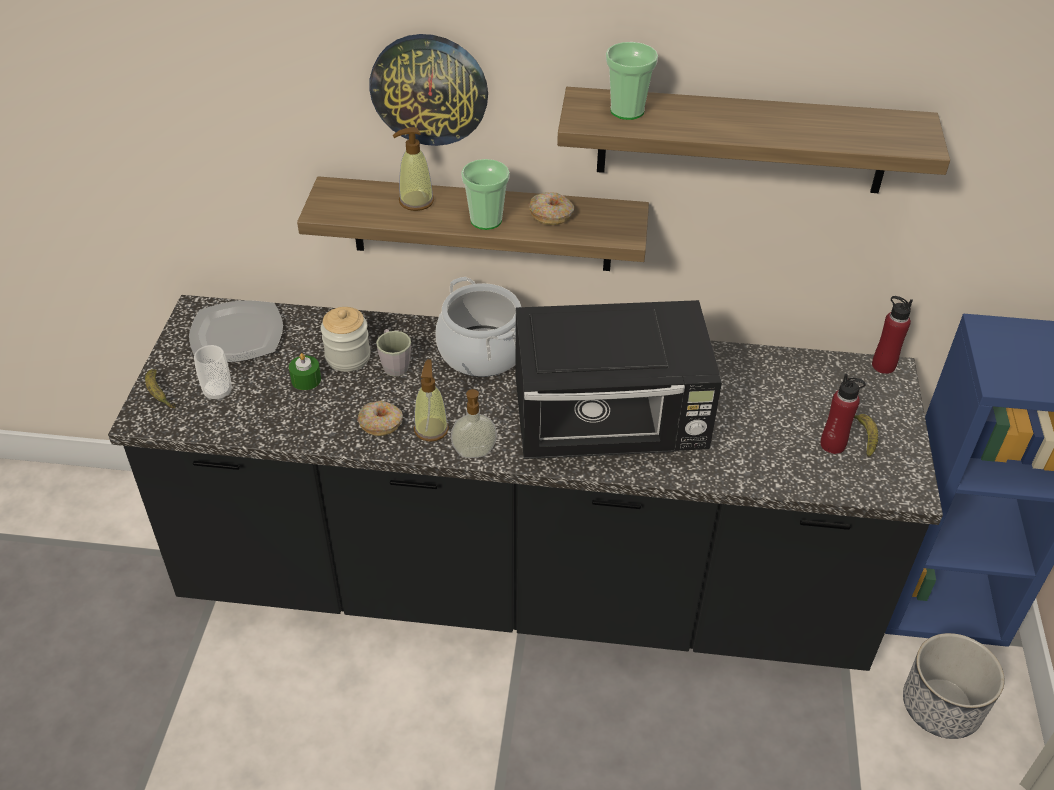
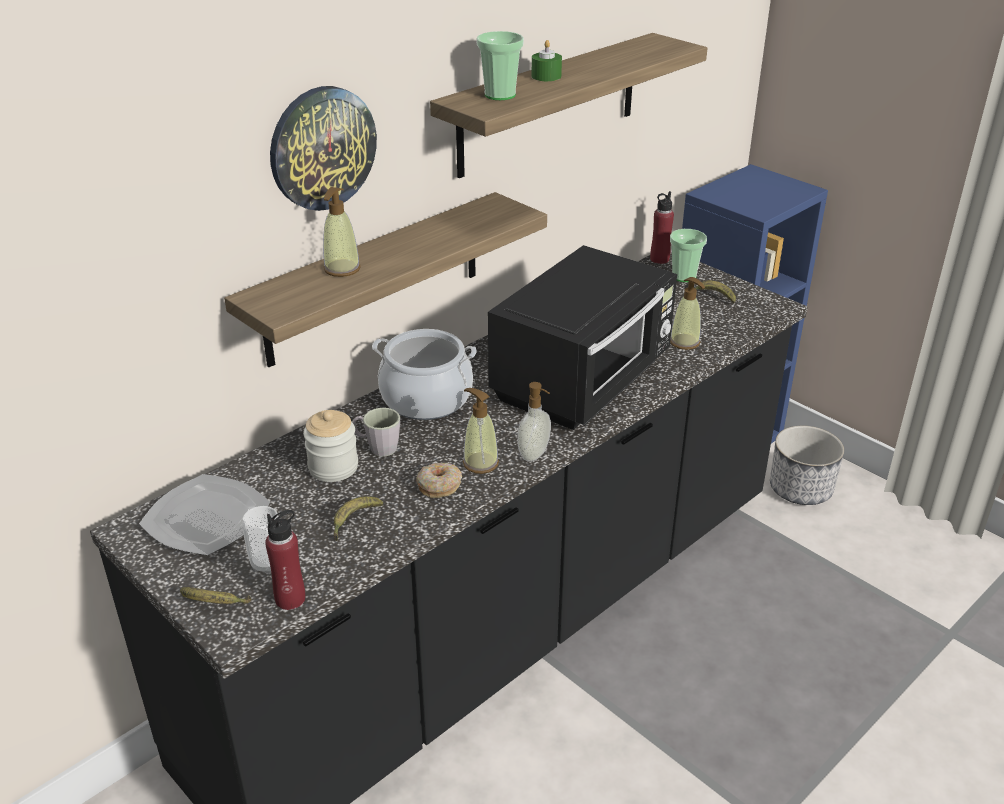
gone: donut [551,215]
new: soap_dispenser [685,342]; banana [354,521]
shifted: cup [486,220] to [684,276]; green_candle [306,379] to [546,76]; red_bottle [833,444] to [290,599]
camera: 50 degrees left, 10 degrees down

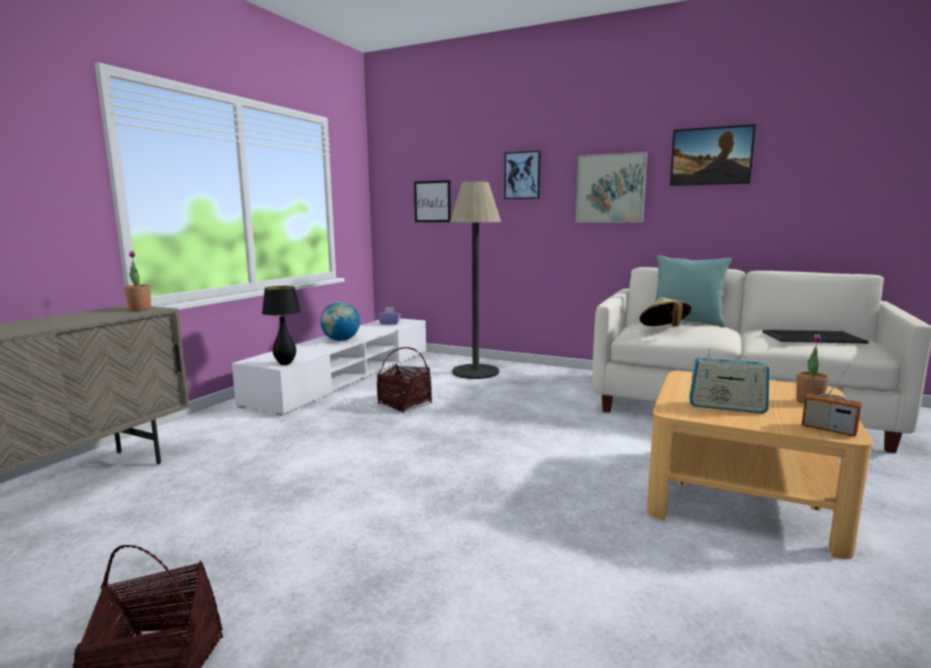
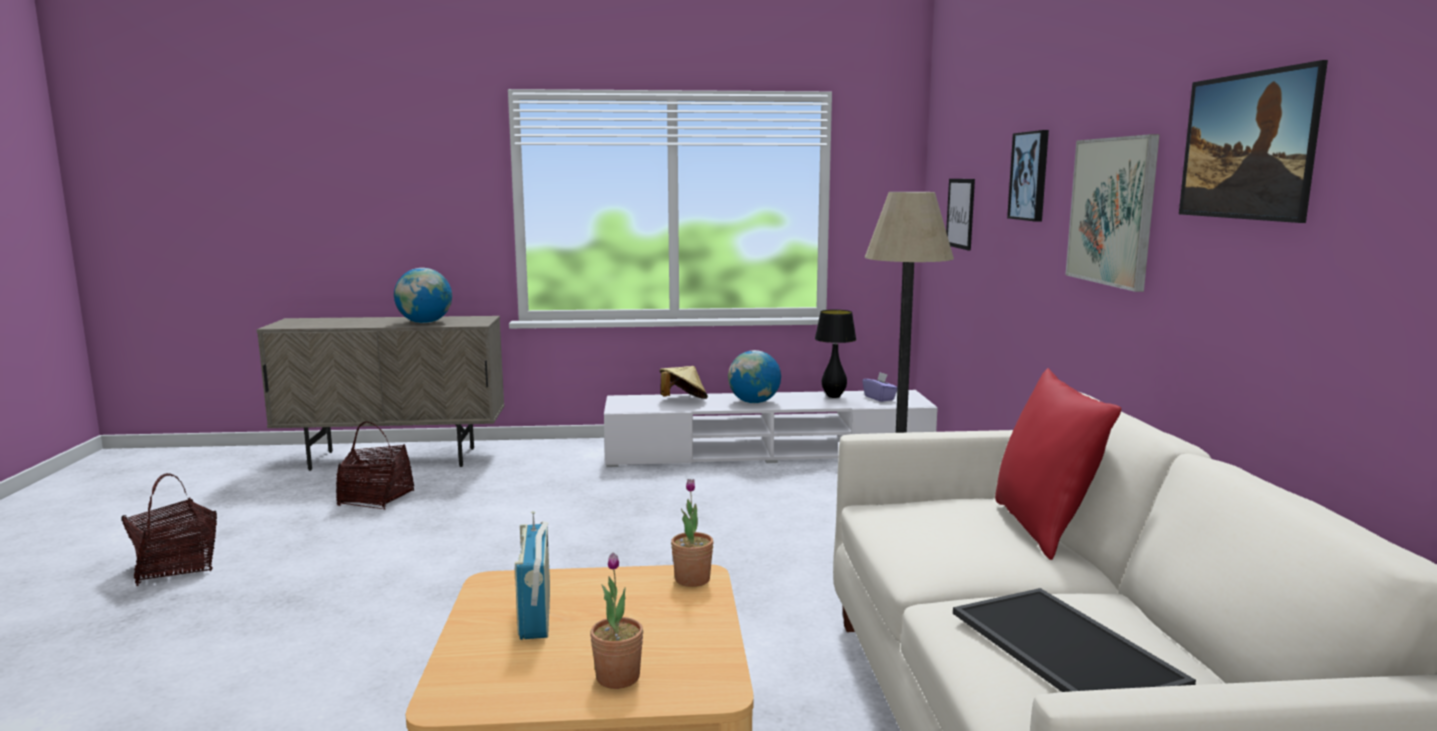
gone: radio [828,430]
new: globe [425,323]
shifted: potted_plant [140,309] to [692,579]; black_table_lamp [285,363] to [833,396]; beige_hat [664,329] to [683,401]; basket [404,404] to [376,498]
repainted: turquoise_pillow [687,322] to red_pillow [1043,528]
camera: 60 degrees right, 0 degrees up

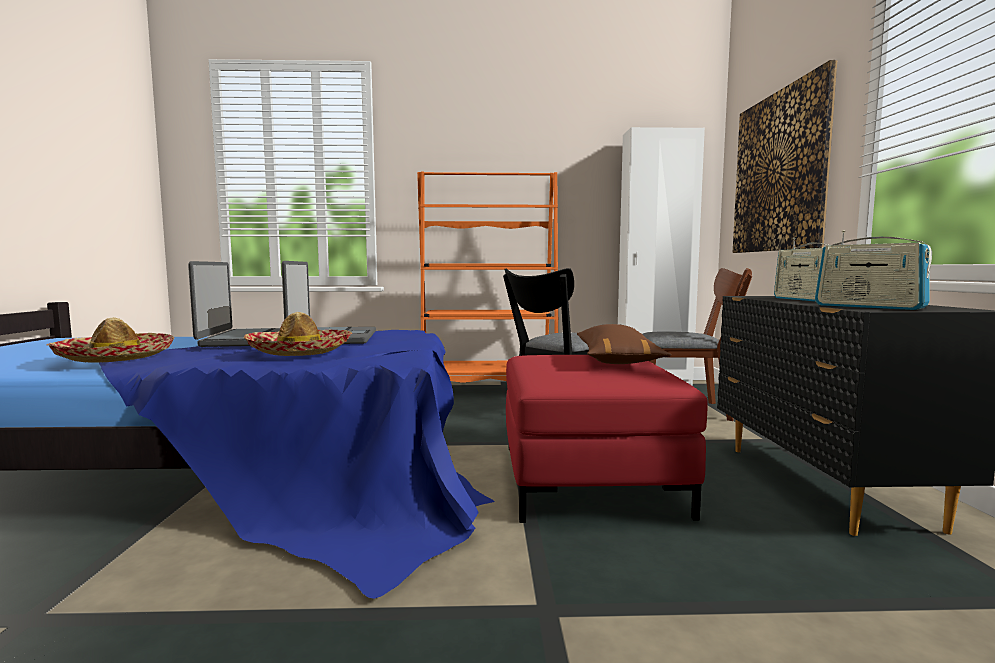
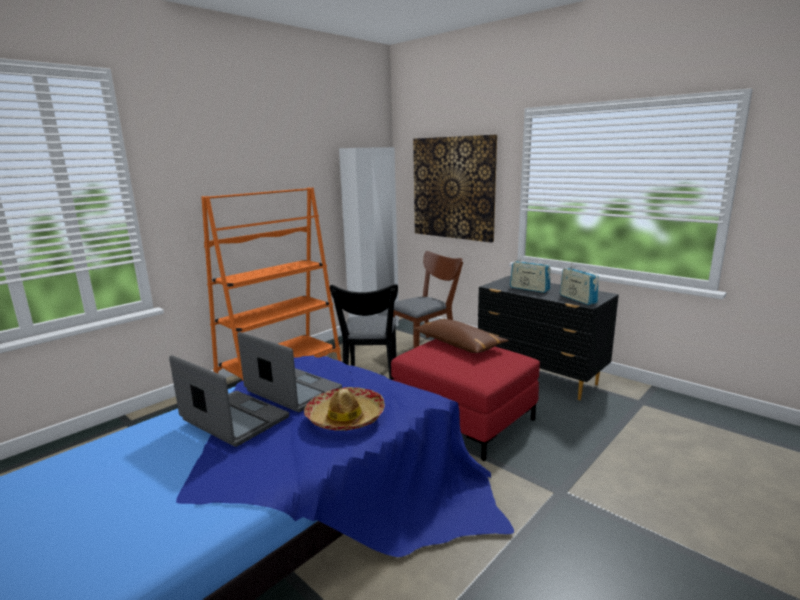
gone: hat [115,358]
rotated: radio [868,307] = [577,299] 60 degrees clockwise
camera: 45 degrees left, 10 degrees up

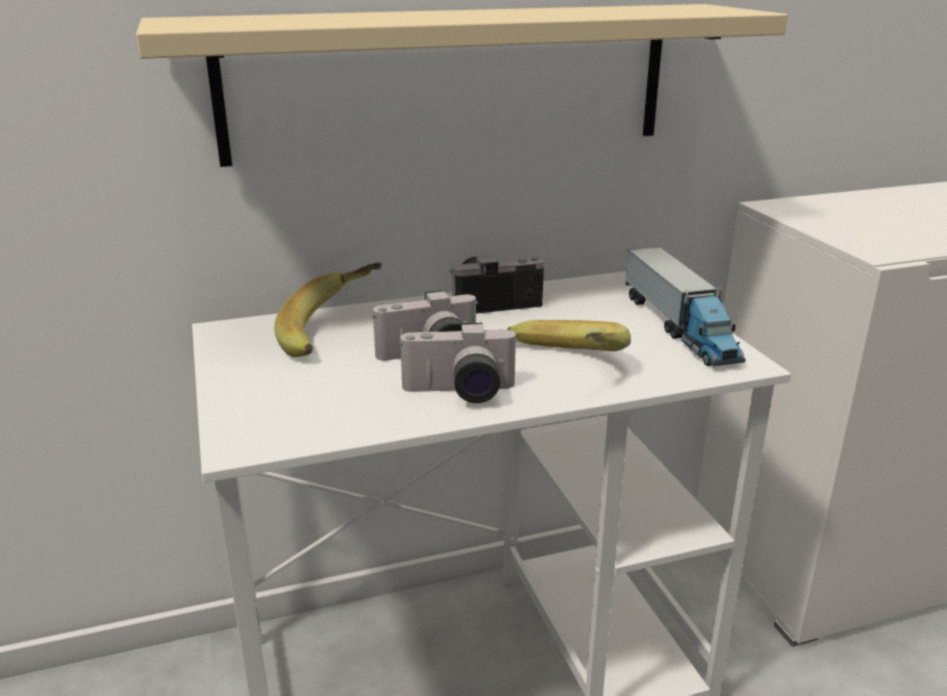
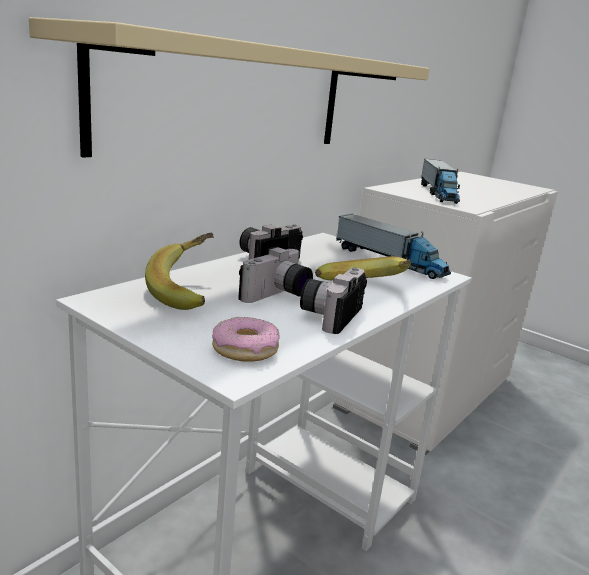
new: toy_truck [438,193]; donut [245,349]
rotated: photo_camera [459,393] = [329,314] 150 degrees clockwise
camera: 35 degrees left, 5 degrees down

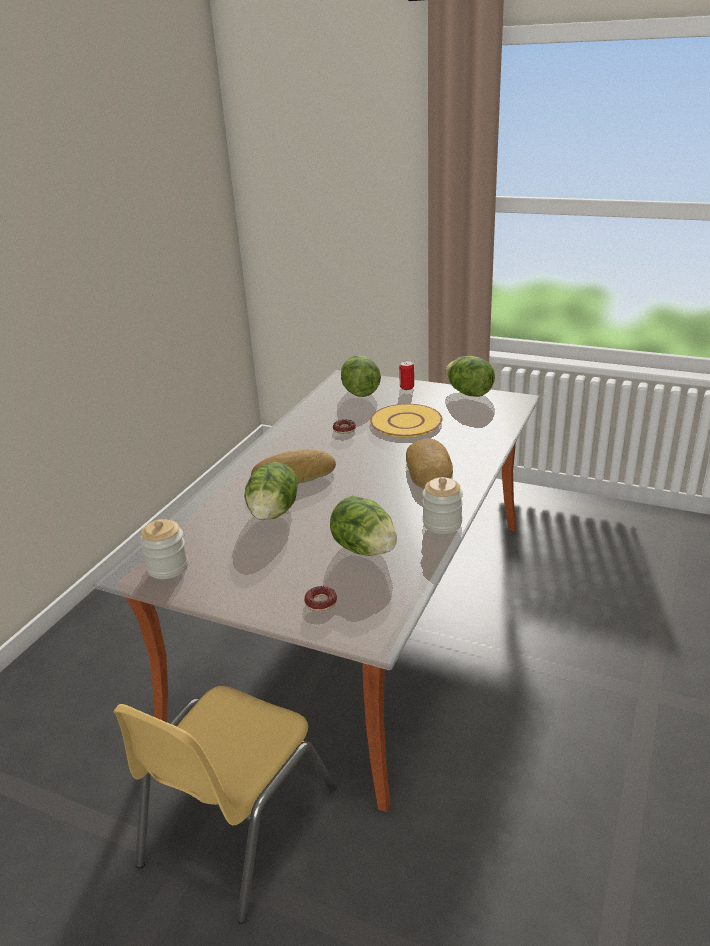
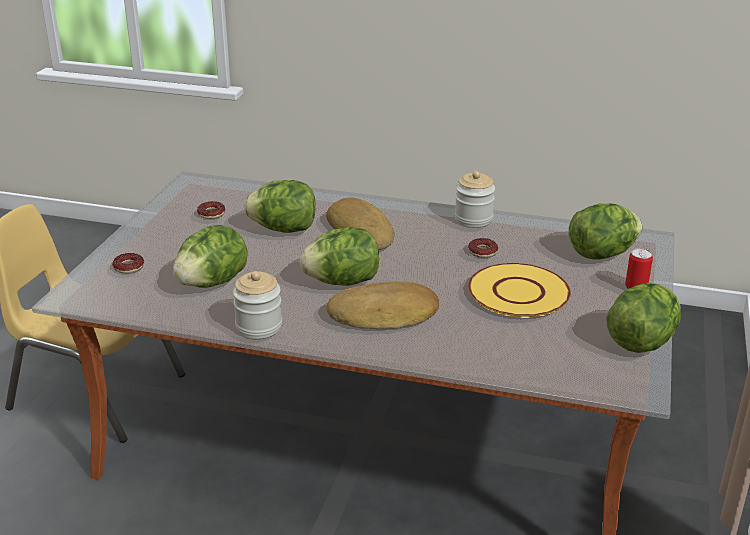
new: donut [211,214]; lettuce [342,282]
shifted: jar [167,567] to [473,219]
camera: 80 degrees right, 0 degrees up

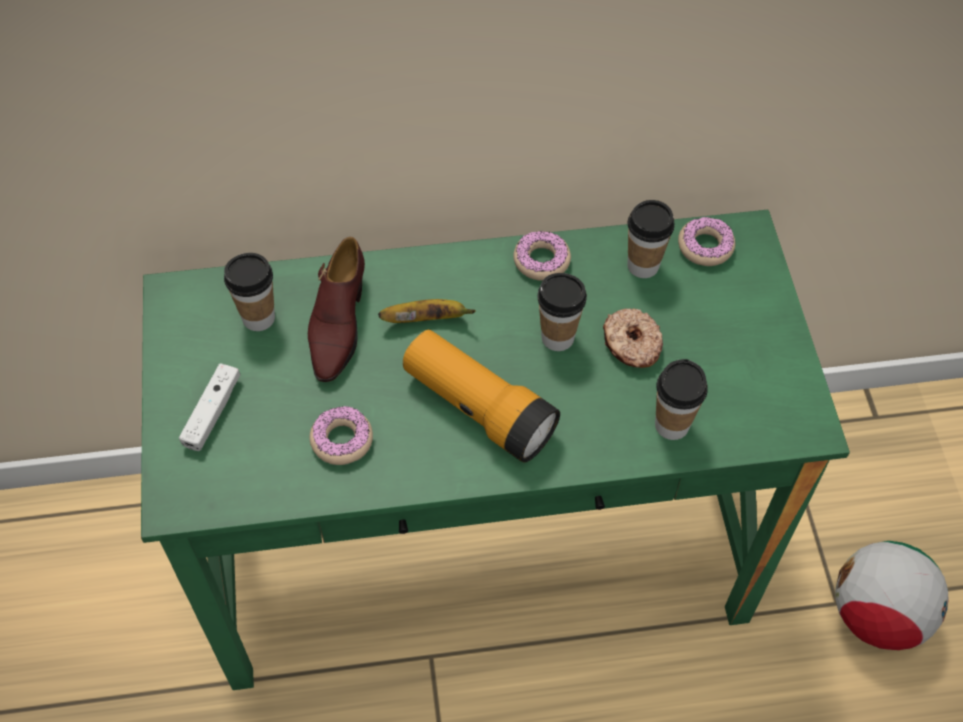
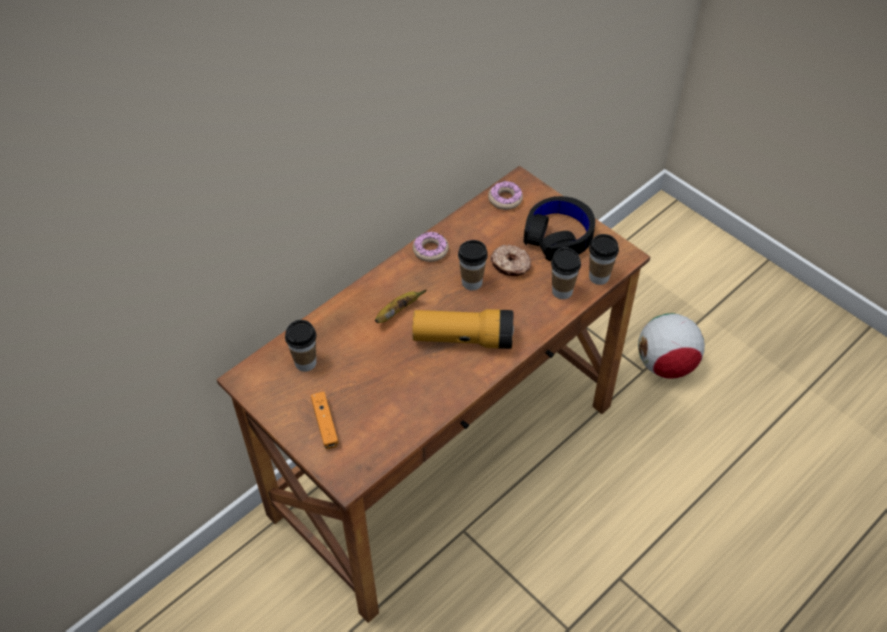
gone: brown_shoe [337,324]; donut [342,440]
new: black_headphones [558,235]
shifted: cup [643,265] to [599,277]
repainted: green_desk [479,548] to brown_desk [443,458]; white_game_controller [212,412] to orange_game_controller [325,424]
camera: 35 degrees left, 5 degrees down

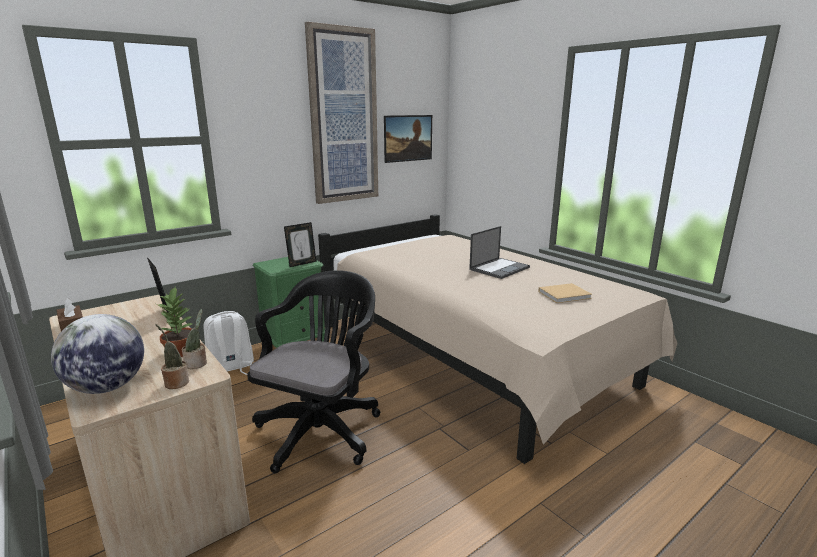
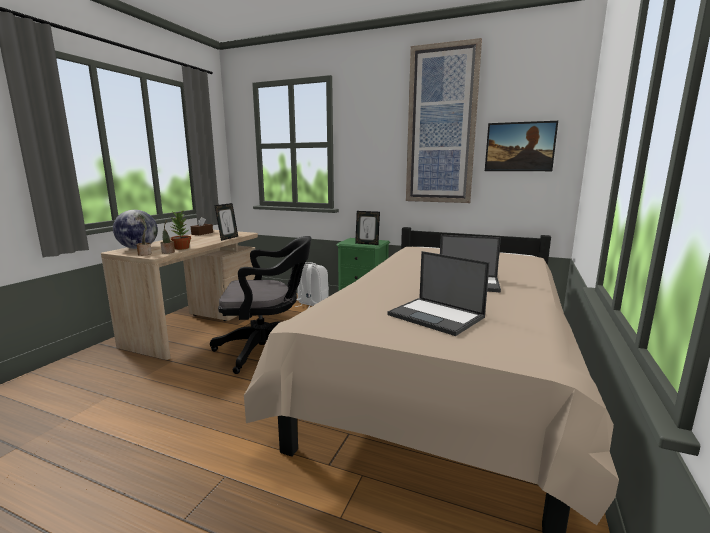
swapped: beige_book [565,295] to laptop [437,316]
camera: 60 degrees right, 5 degrees down

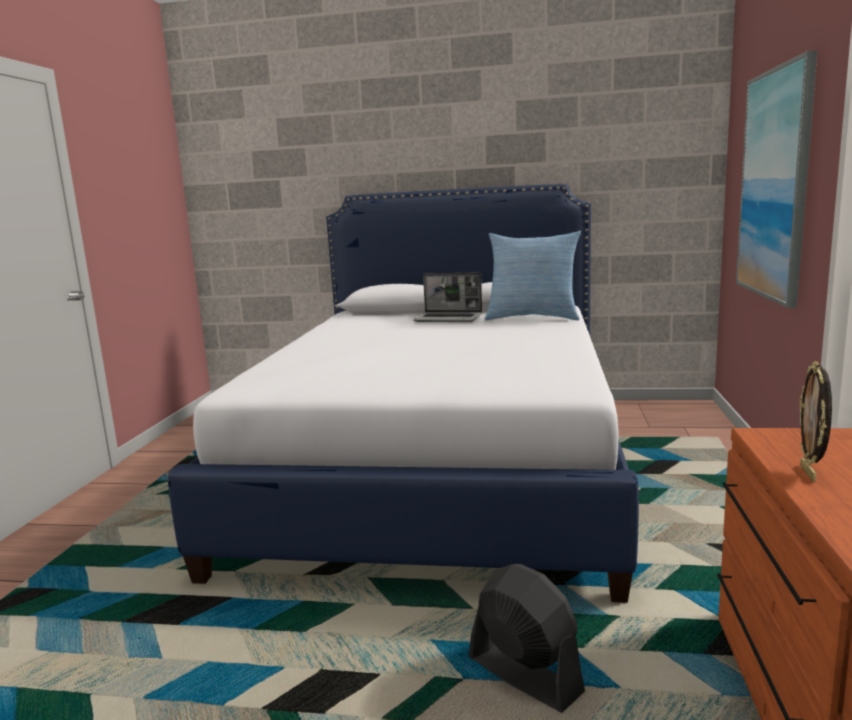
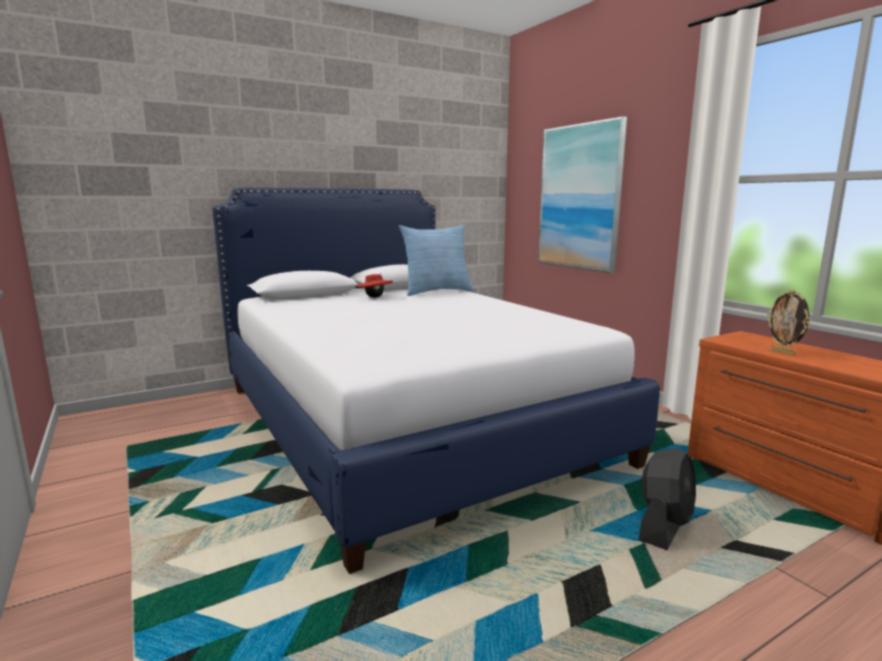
swapped: laptop [449,319] to red_hat [375,297]
rotated: black_fan [524,675] = [664,526] 120 degrees clockwise
camera: 40 degrees left, 0 degrees up

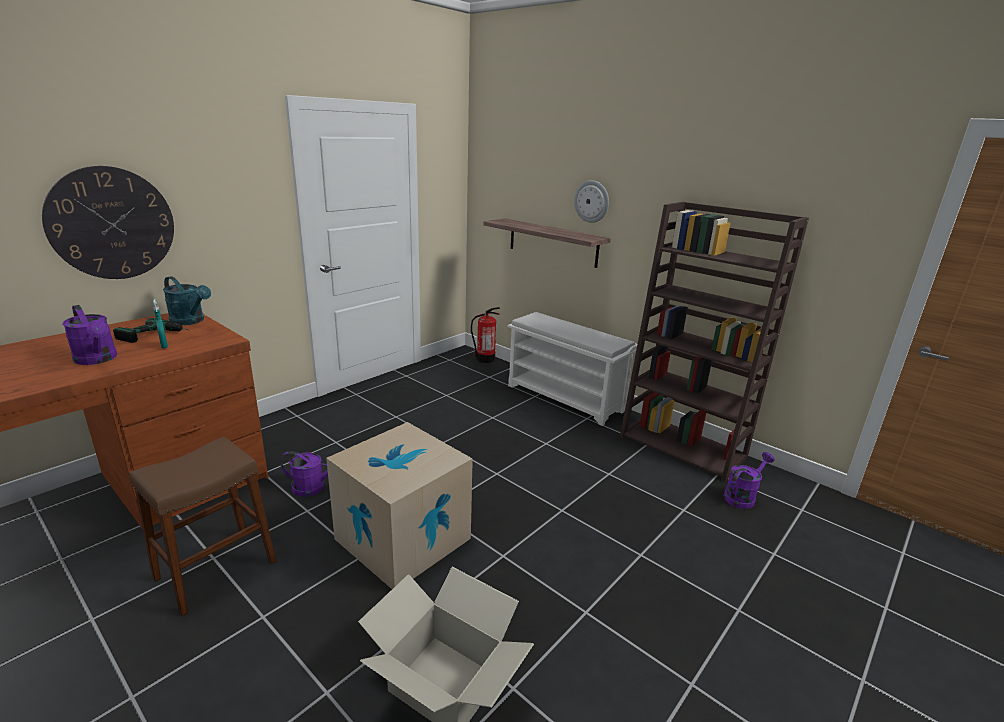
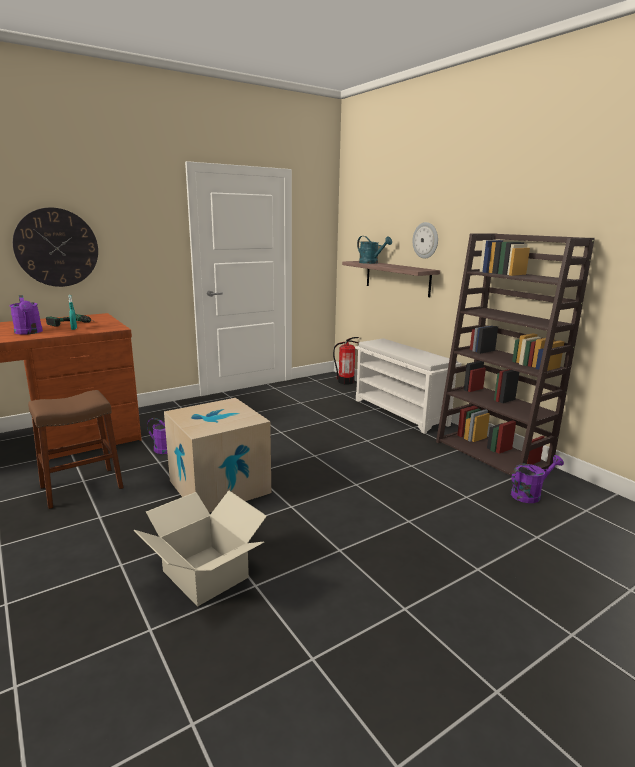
shifted: turquoise_watering_can [191,321] to [371,263]
camera: 15 degrees right, 5 degrees down

